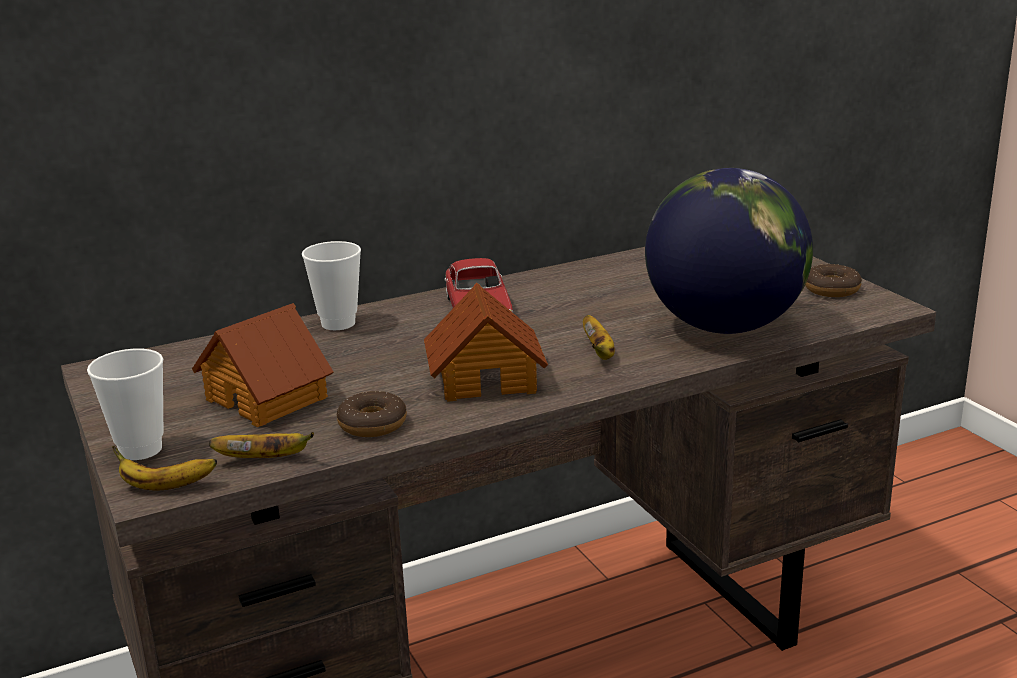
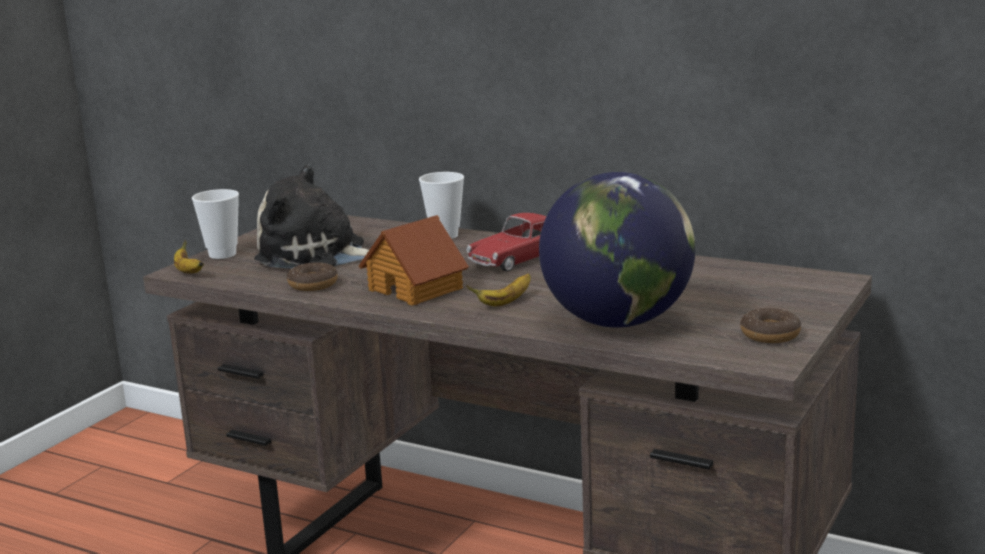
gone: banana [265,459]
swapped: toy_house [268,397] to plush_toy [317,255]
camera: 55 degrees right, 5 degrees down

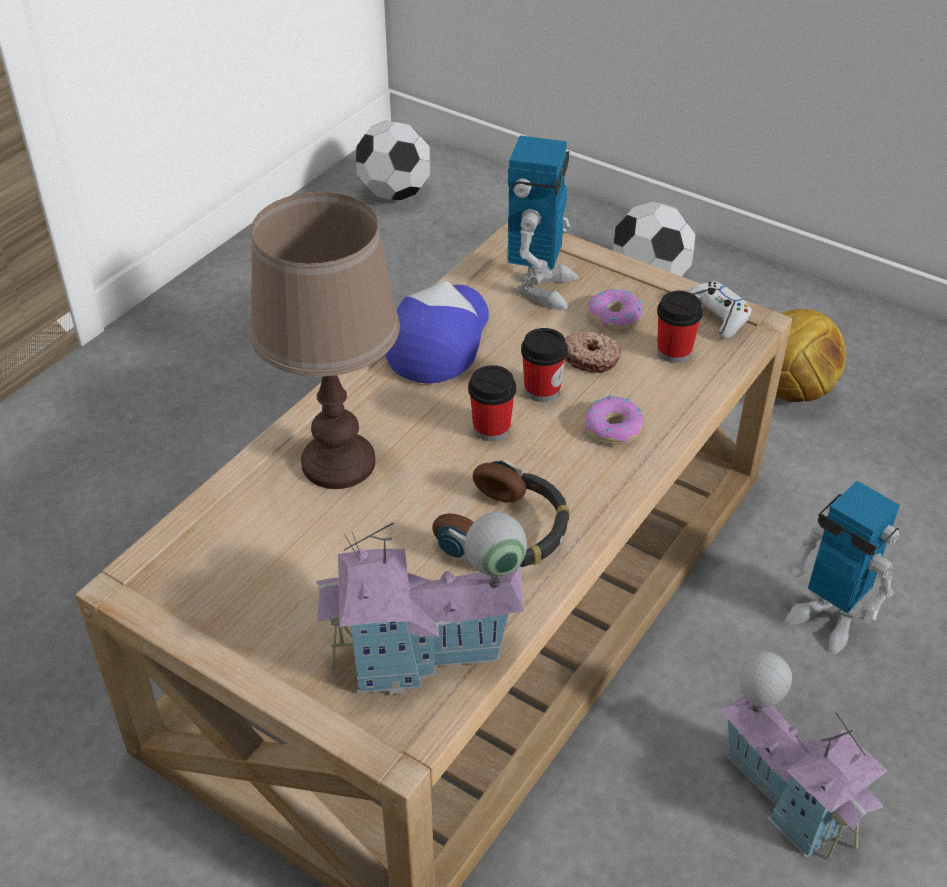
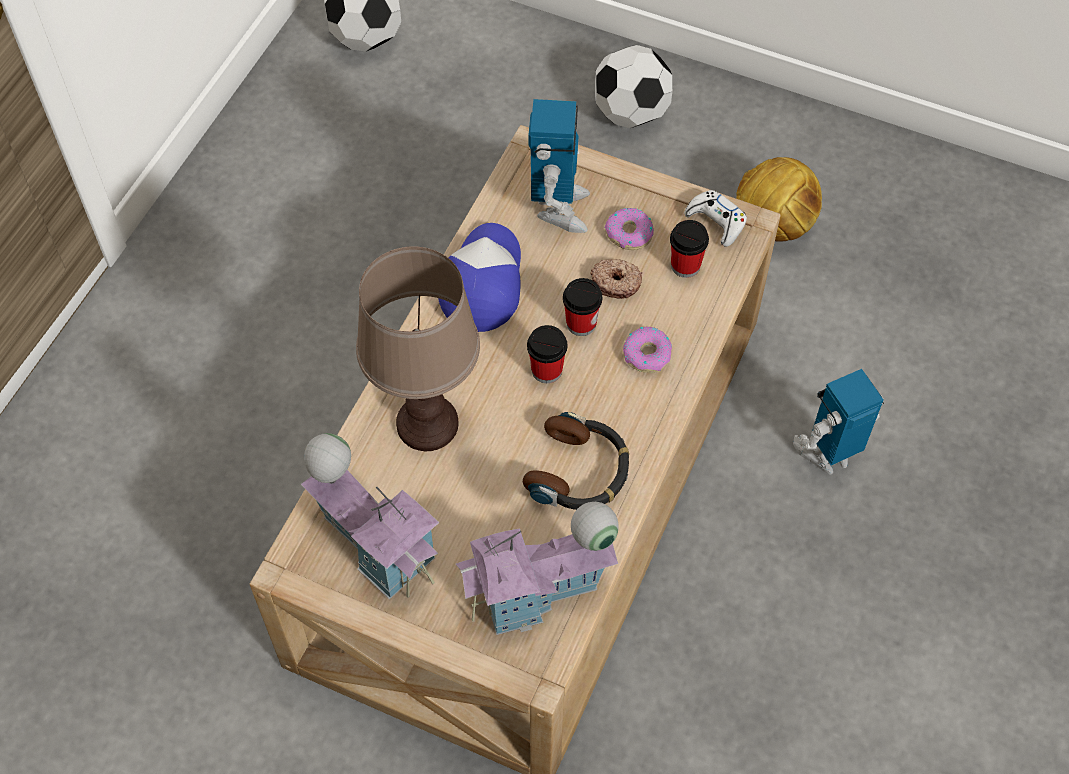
shifted: toy_house [789,795] to [378,545]
rotated: toy_robot [827,619] = [827,454] 120 degrees clockwise
camera: 10 degrees left, 15 degrees up

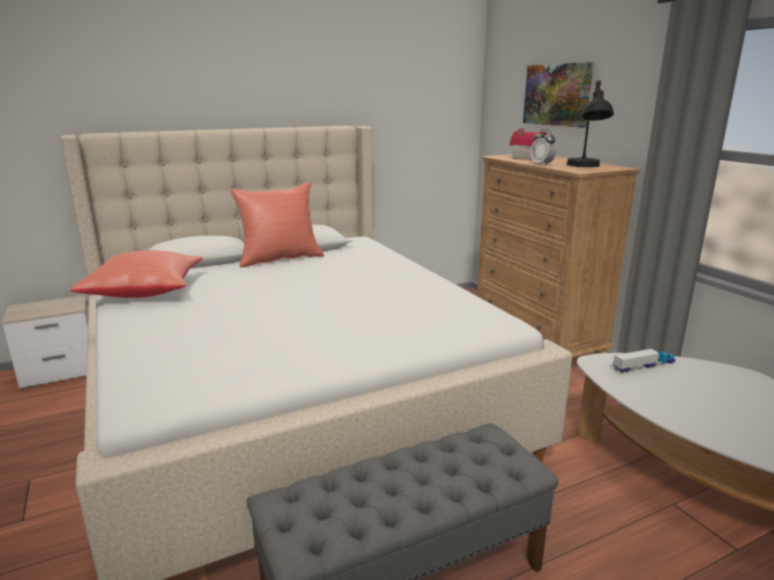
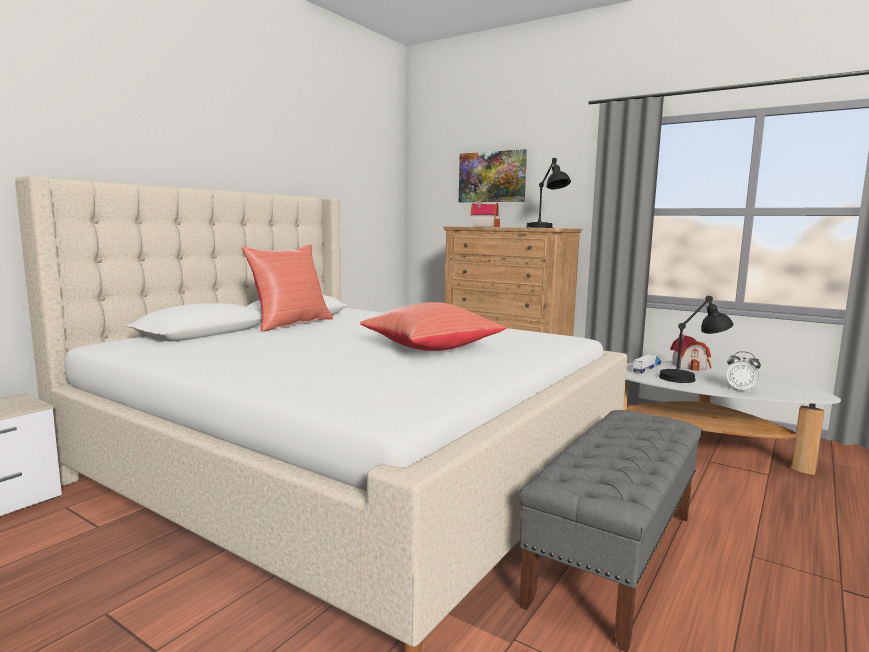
new: black_table_lamp [691,378]; toy_house [690,366]
shifted: alarm_clock [542,164] to [740,390]; red_pillow [146,292] to [430,348]
camera: 30 degrees left, 10 degrees down

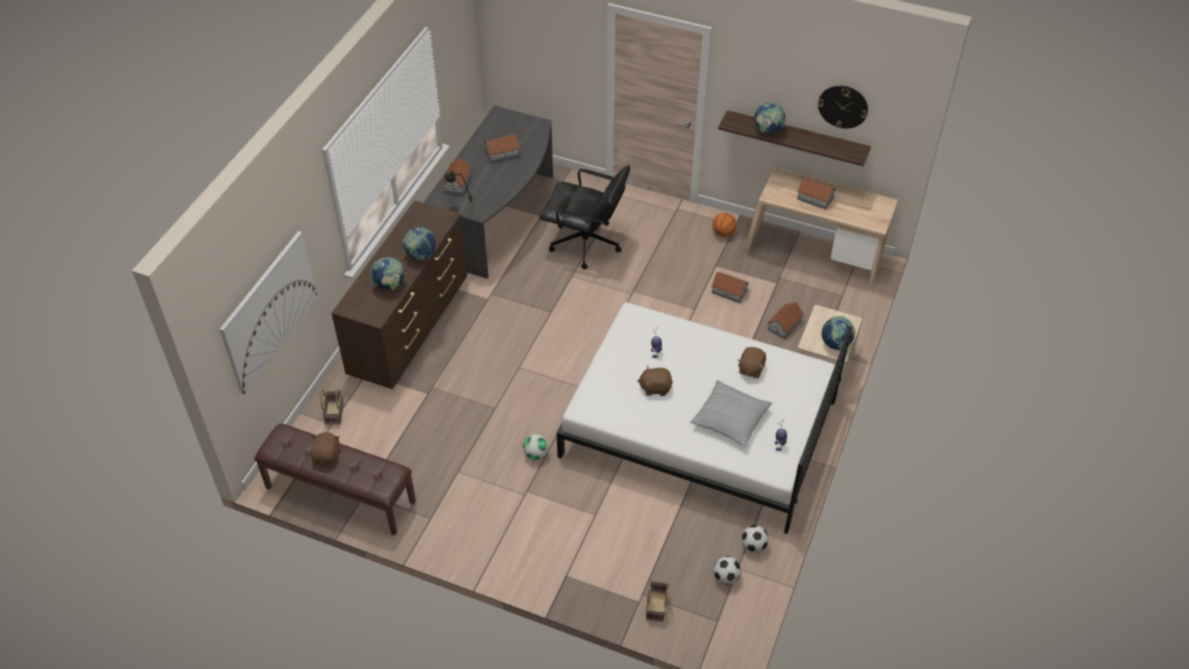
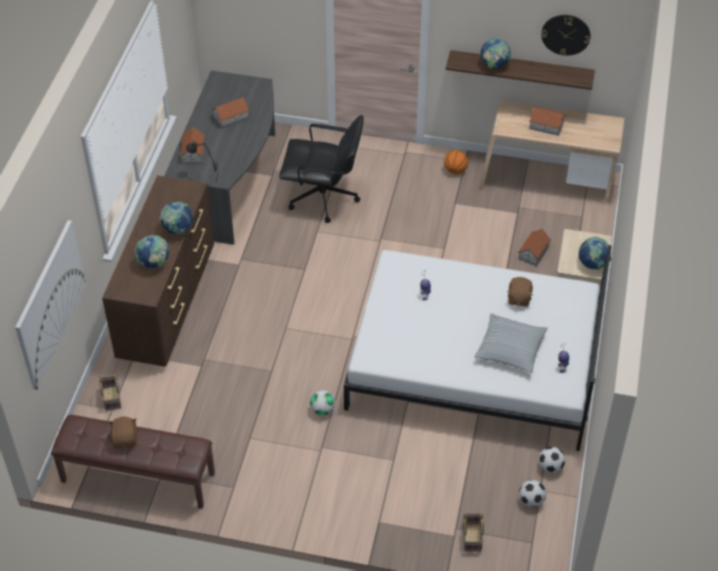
gone: toy_house [729,291]; brown_plush_toy [655,387]
camera: 10 degrees left, 0 degrees up

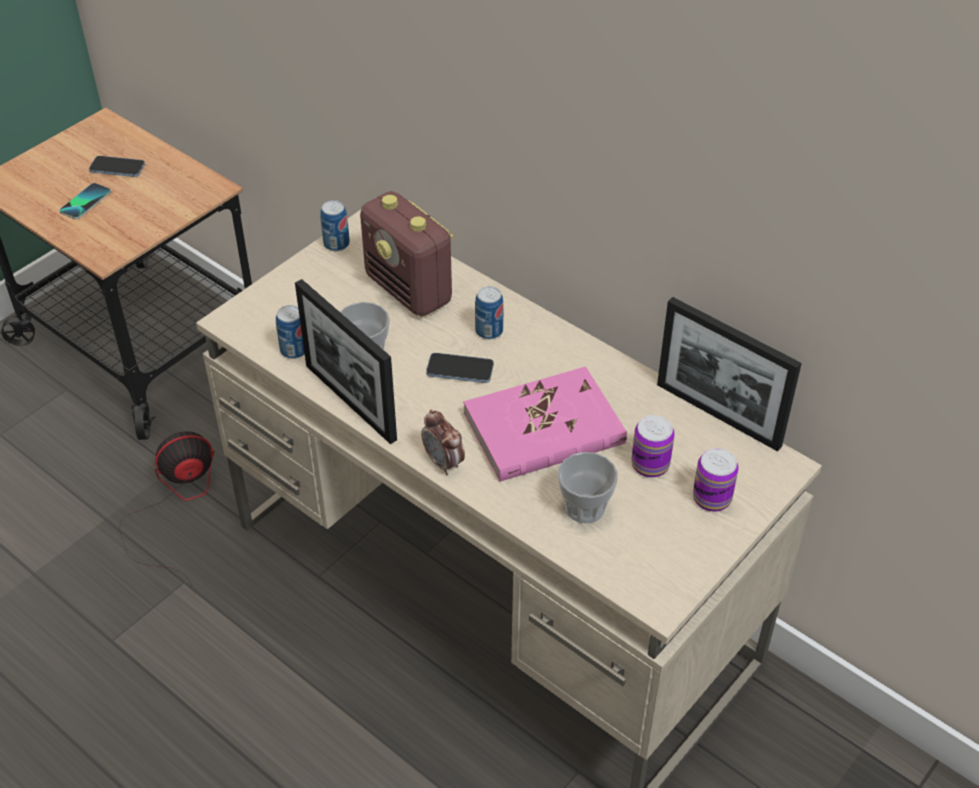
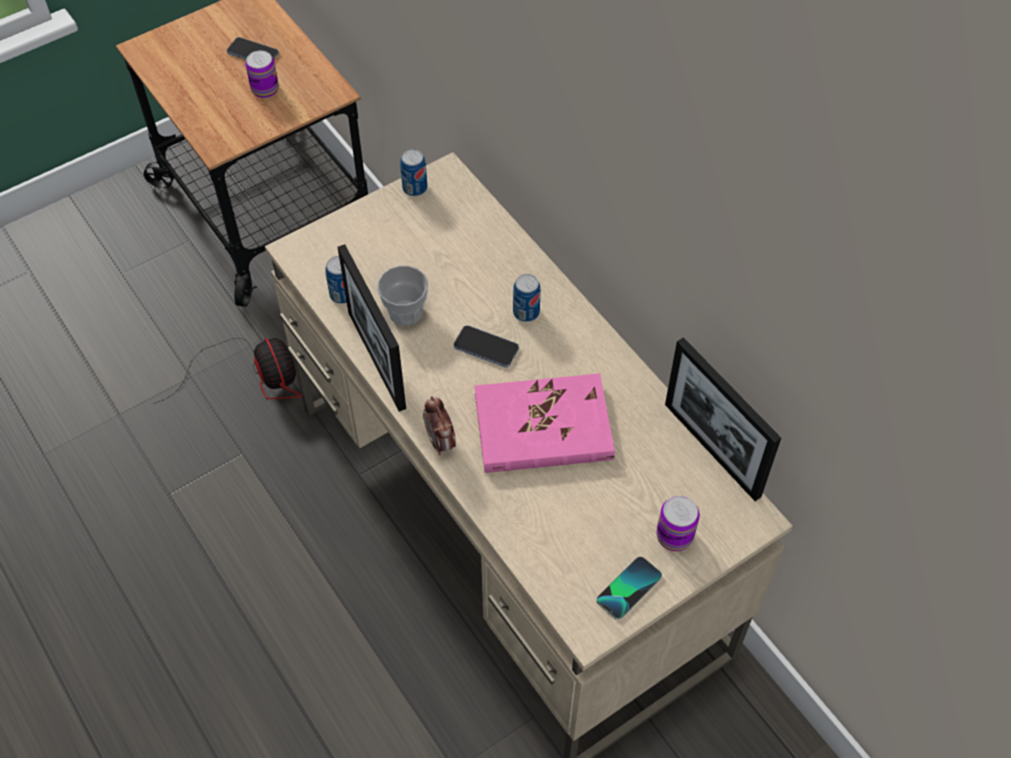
gone: radio [409,290]; cup [585,508]
shifted: phone [85,202] to [629,588]; can [650,464] to [265,89]
rotated: fan [176,506] = [254,377] 75 degrees clockwise
camera: 15 degrees right, 10 degrees up

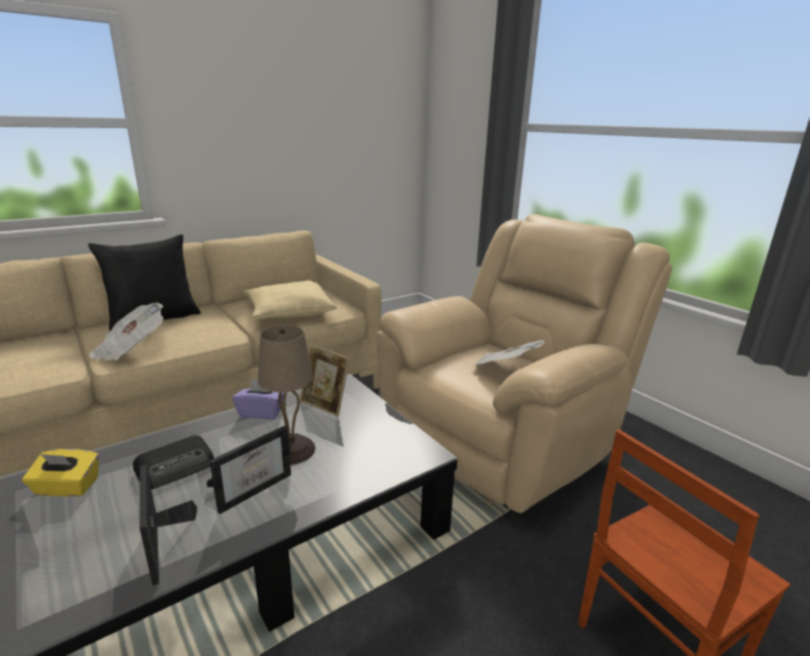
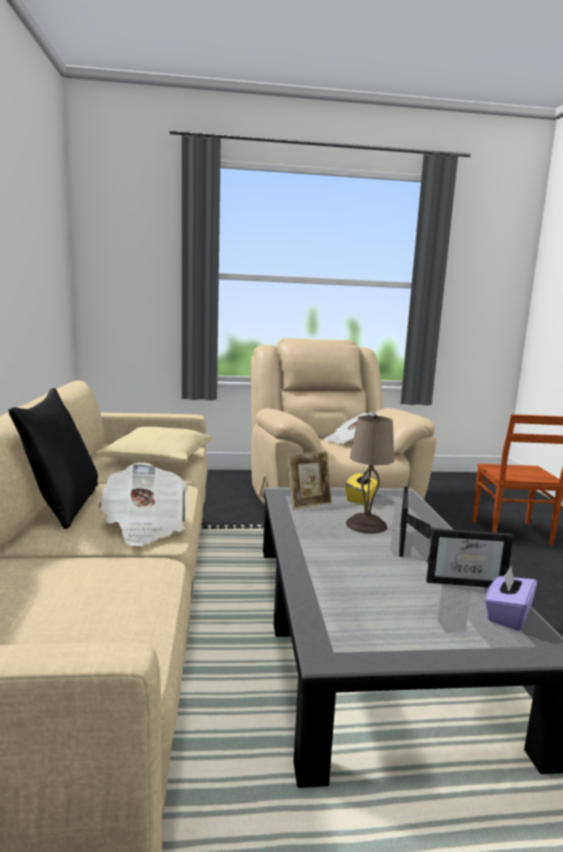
gone: radio [177,467]
shifted: purple_tissue_box [261,412] to [507,615]; yellow_tissue_box [67,488] to [361,499]
rotated: picture_frame [253,488] = [408,544] 150 degrees counterclockwise
camera: 60 degrees left, 10 degrees down

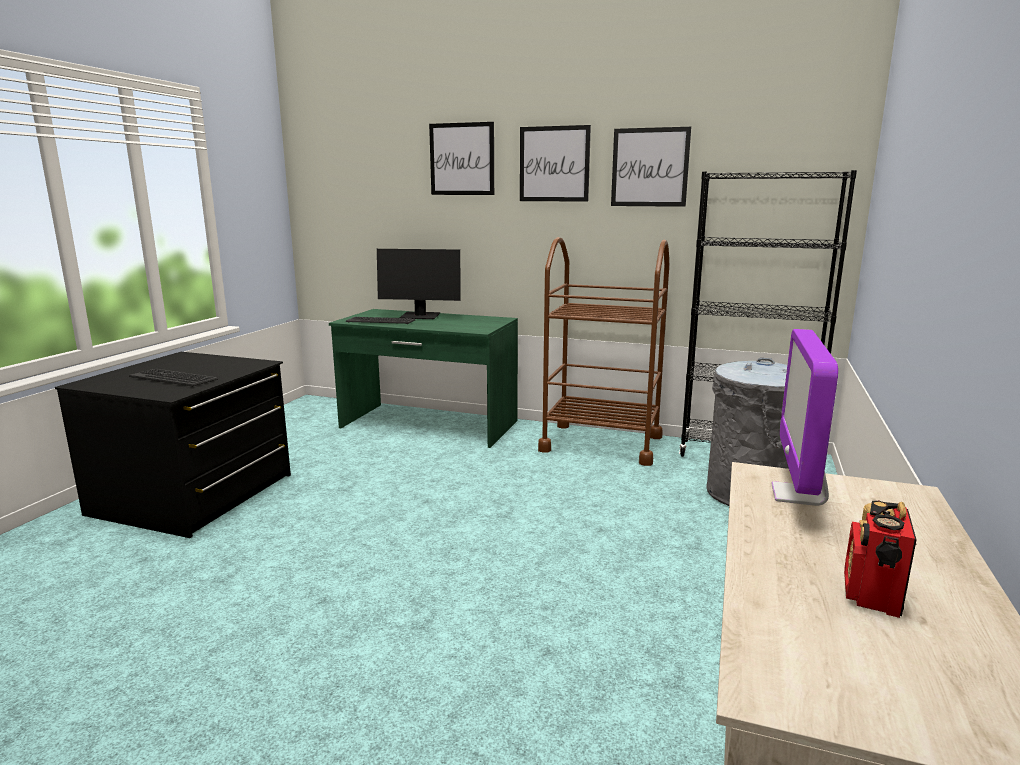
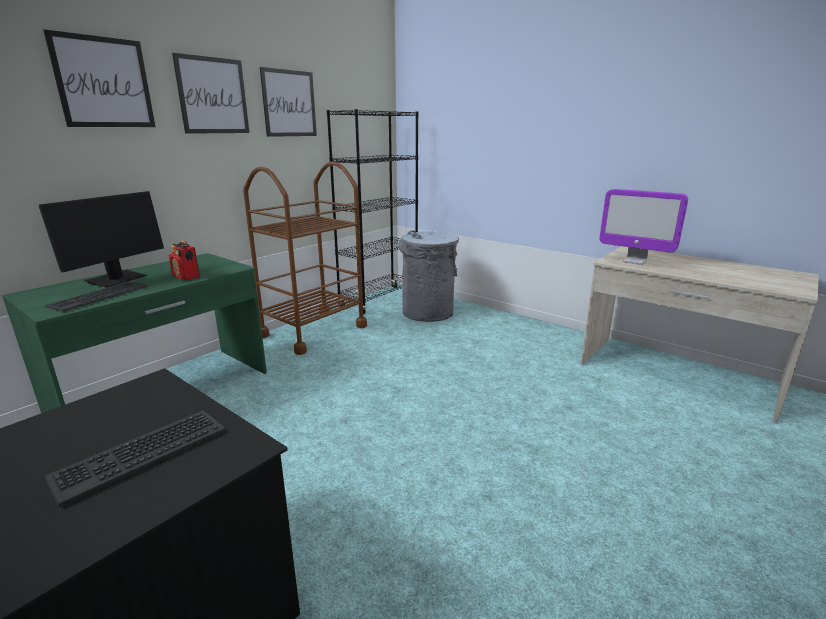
shifted: radio [871,594] to [186,277]
camera: 70 degrees left, 5 degrees up

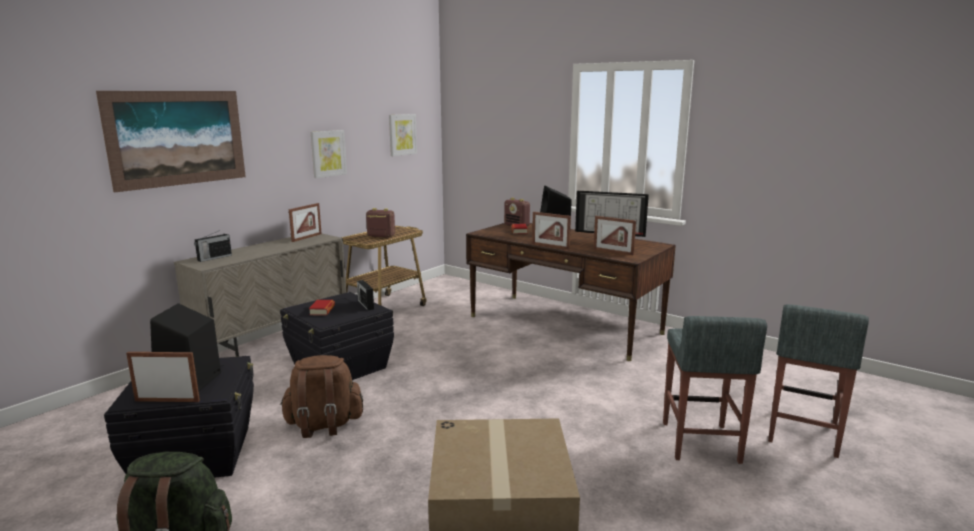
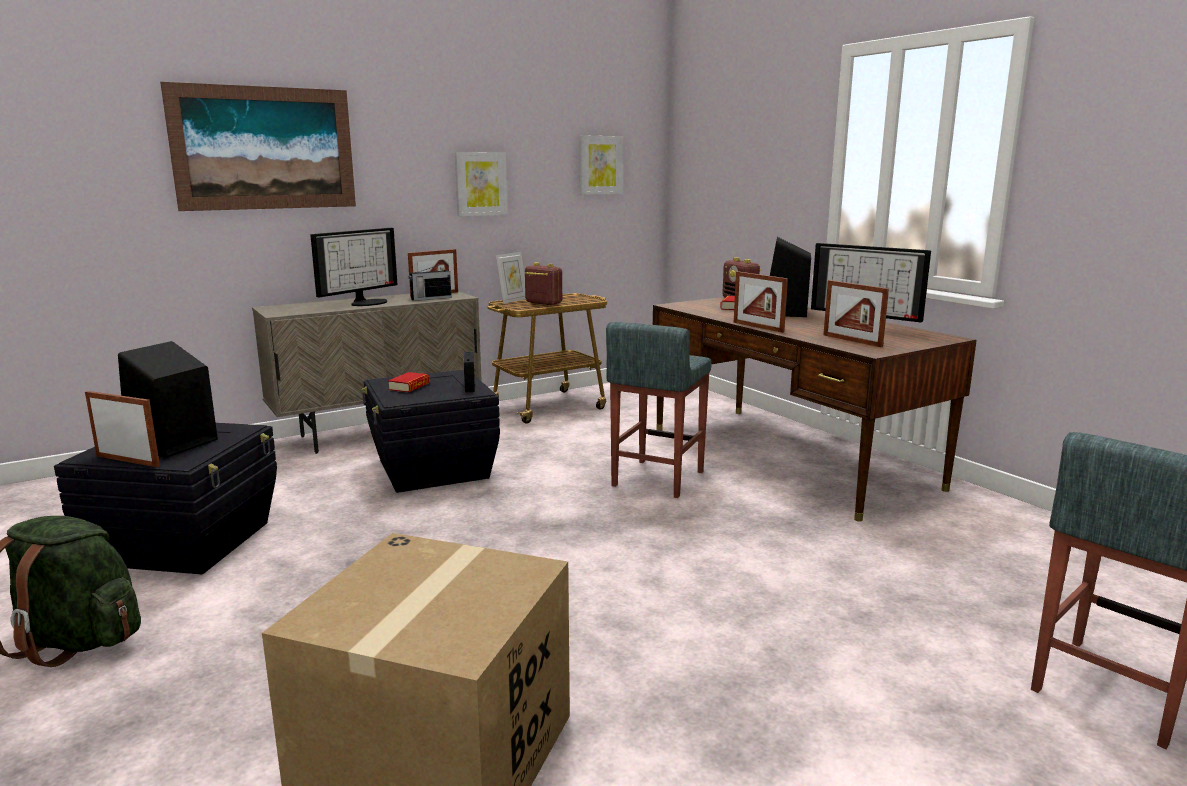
gone: brown_backpack [323,425]
new: monitor [367,302]; picture_frame [512,300]
shifted: radio [214,258] to [430,298]; grey_stool [700,443] to [657,479]
camera: 20 degrees right, 0 degrees up

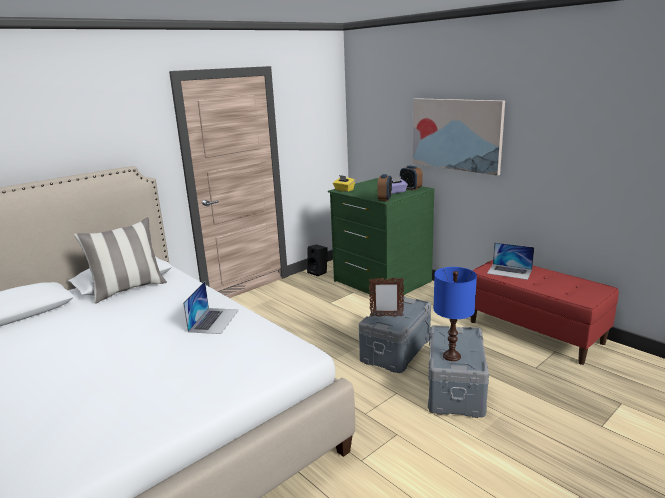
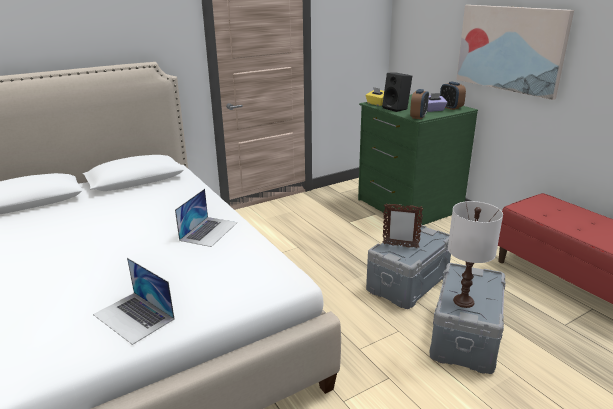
gone: pillow [128,289]
shifted: laptop [509,271] to [134,317]; black_speaker [318,272] to [396,108]
repainted: blue_table_lamp [452,356] to white_table_lamp [464,301]
camera: 10 degrees right, 5 degrees up

